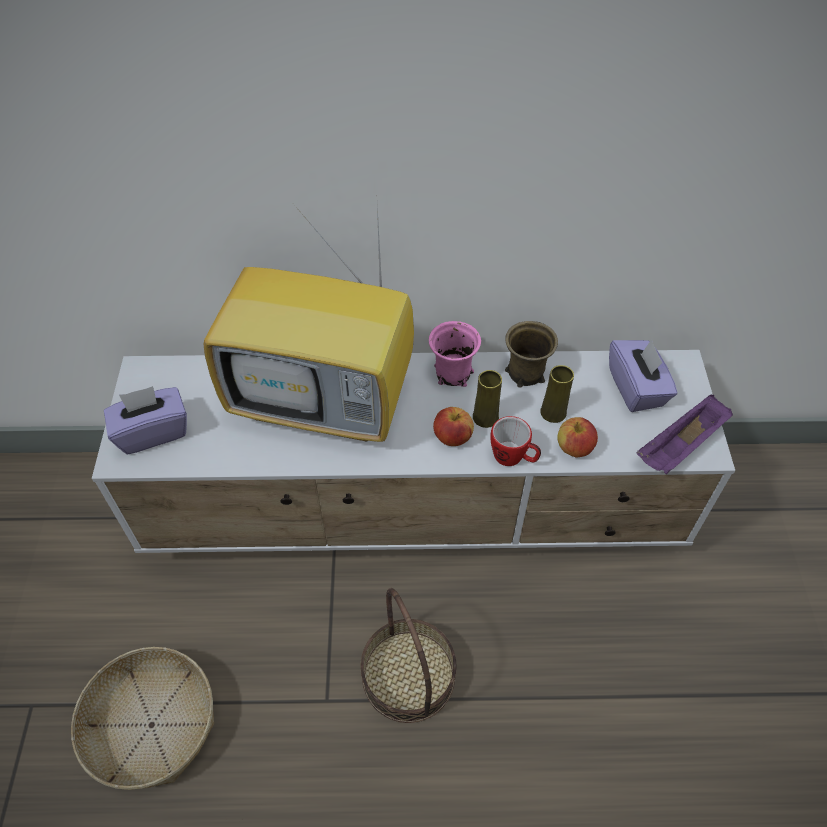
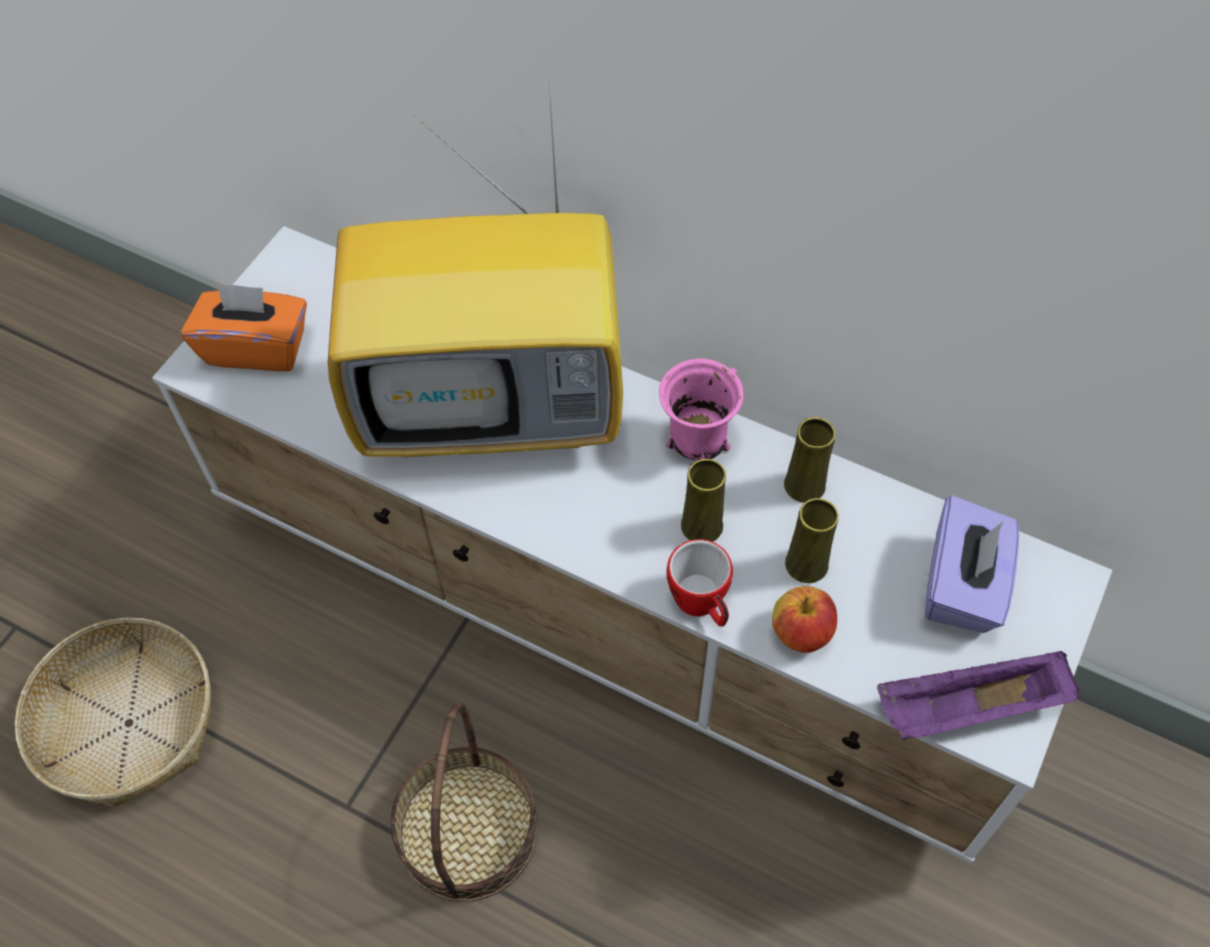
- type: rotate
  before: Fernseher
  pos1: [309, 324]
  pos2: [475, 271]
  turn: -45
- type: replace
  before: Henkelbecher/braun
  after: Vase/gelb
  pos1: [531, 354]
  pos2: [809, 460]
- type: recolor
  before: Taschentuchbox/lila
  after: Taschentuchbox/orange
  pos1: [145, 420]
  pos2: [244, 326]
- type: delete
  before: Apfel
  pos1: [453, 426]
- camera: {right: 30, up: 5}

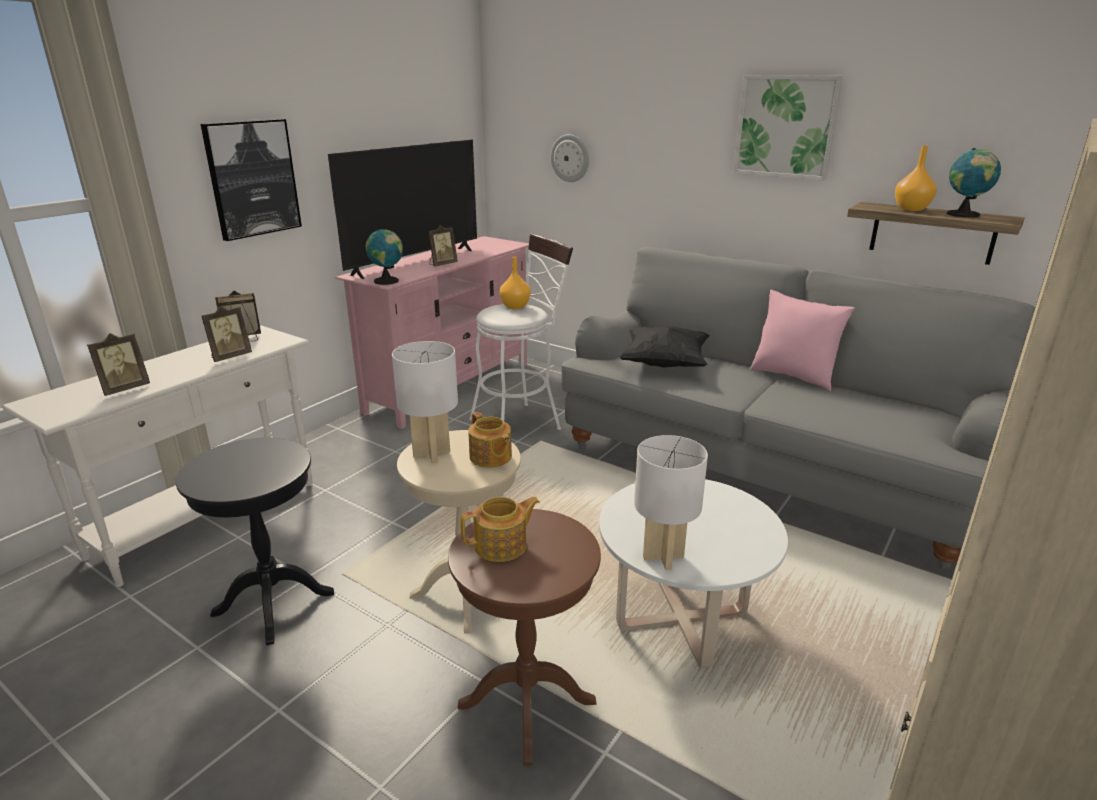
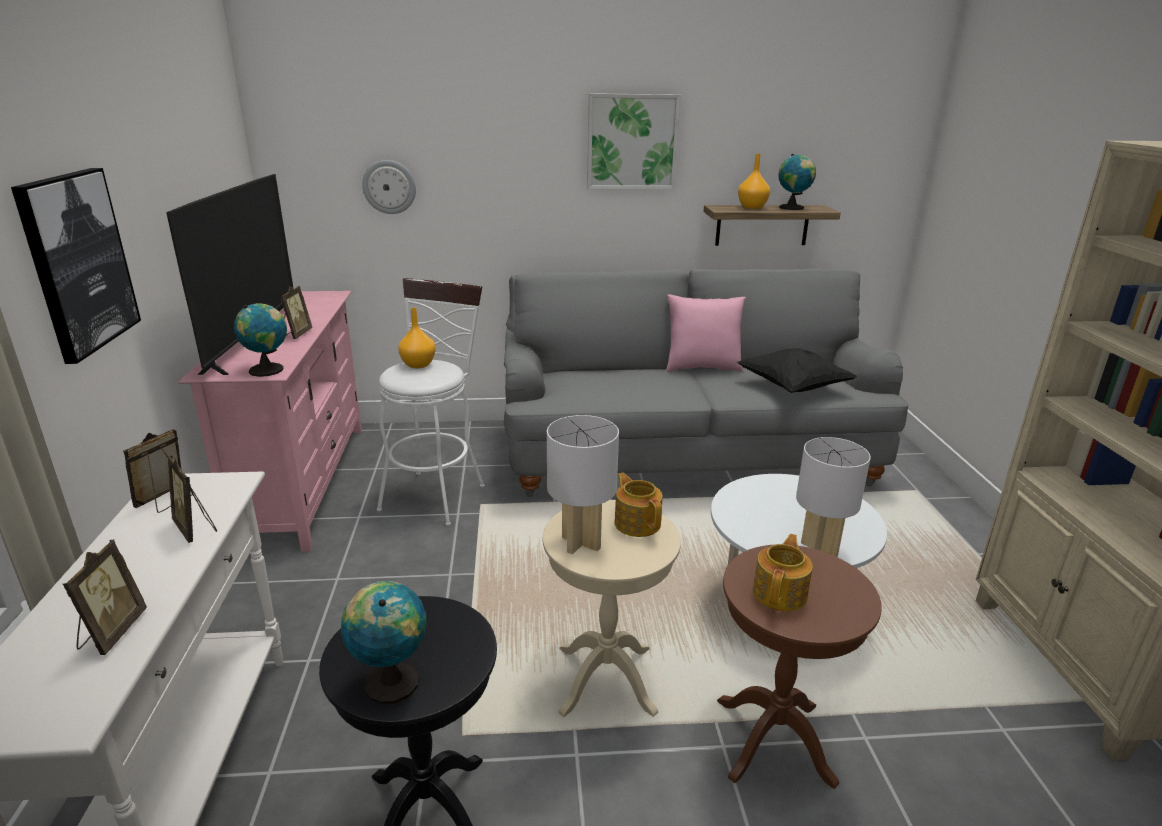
- type: rotate
  before: Bilderrahmen
  pos1: [226, 334]
  pos2: [192, 499]
  turn: 135
- type: move
  before: Kissen/schwarz
  pos1: [664, 346]
  pos2: [797, 370]
- type: rotate
  before: Teekanne
  pos1: [490, 440]
  pos2: [639, 505]
  turn: -135
- type: insert
  after: Globus
  pos2: [383, 642]
- camera: {right: -40, up: 0}

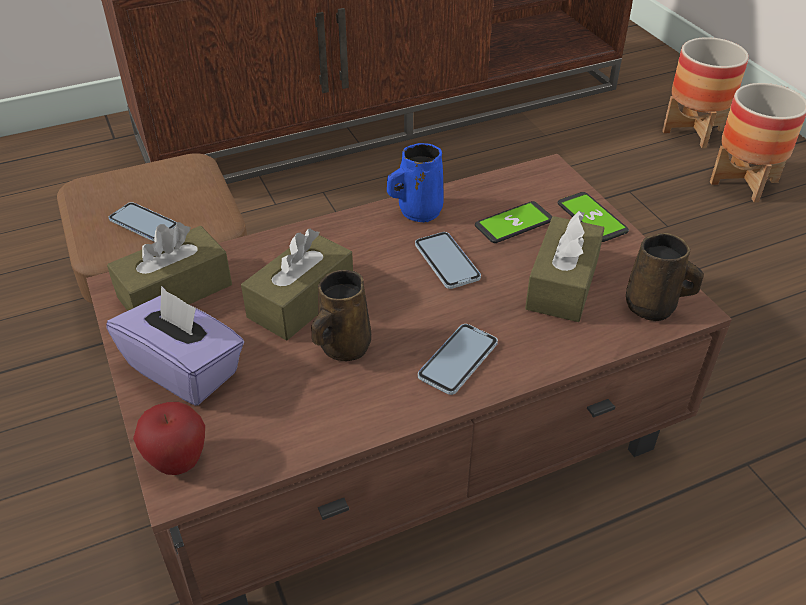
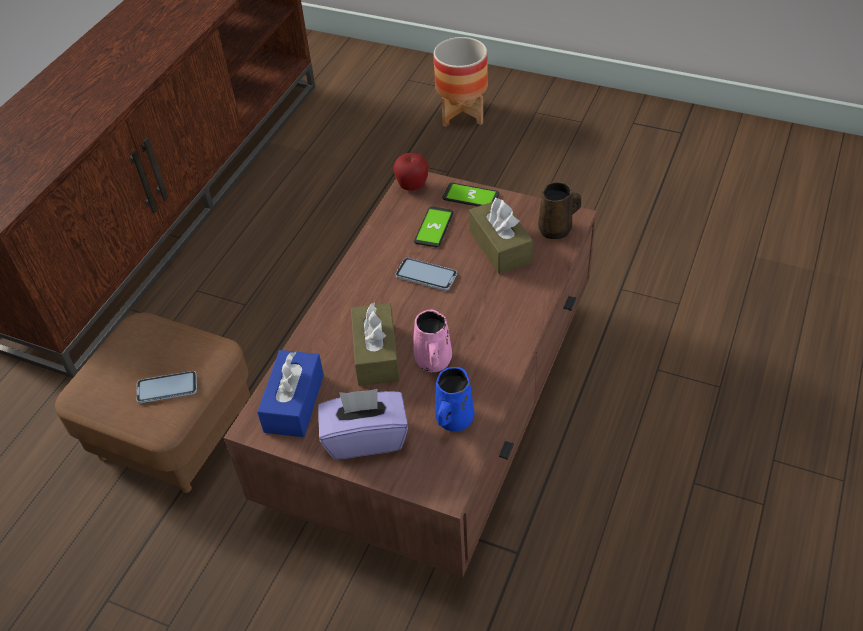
- type: delete
  before: Pflanzkübel
  pos1: [705, 92]
- type: move
  before: Henkelbecher/blau
  pos1: [415, 182]
  pos2: [454, 399]
- type: recolor
  before: Taschentuchbox/braun
  after: Taschentuchbox/blau
  pos1: [169, 266]
  pos2: [290, 393]
- type: recolor
  before: Henkelbecher/braun
  after: Henkelbecher/rosa
  pos1: [341, 315]
  pos2: [432, 341]
- type: delete
  before: Handy
  pos1: [458, 359]
- type: move
  before: Apfel
  pos1: [169, 438]
  pos2: [411, 172]
- camera: {right: -40, up: 5}

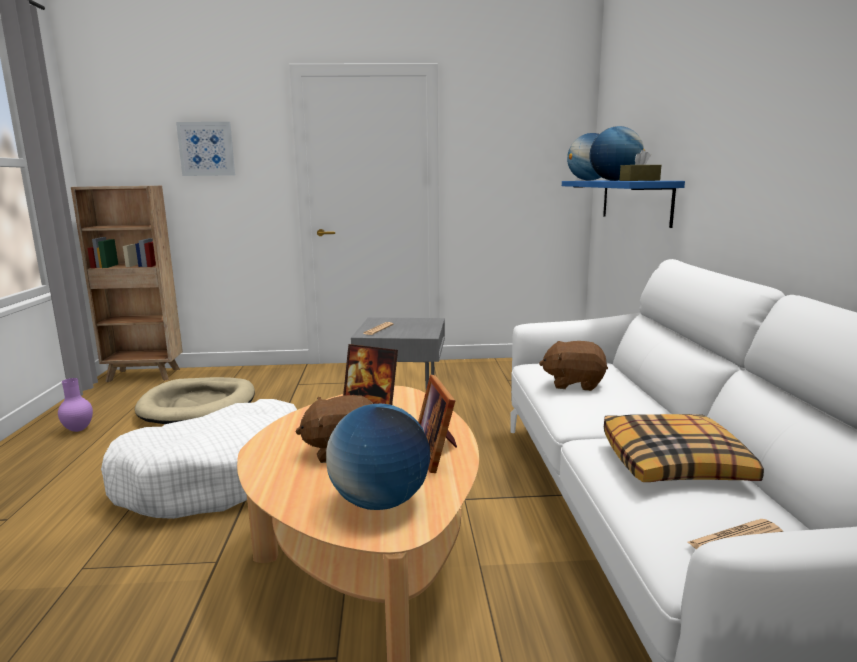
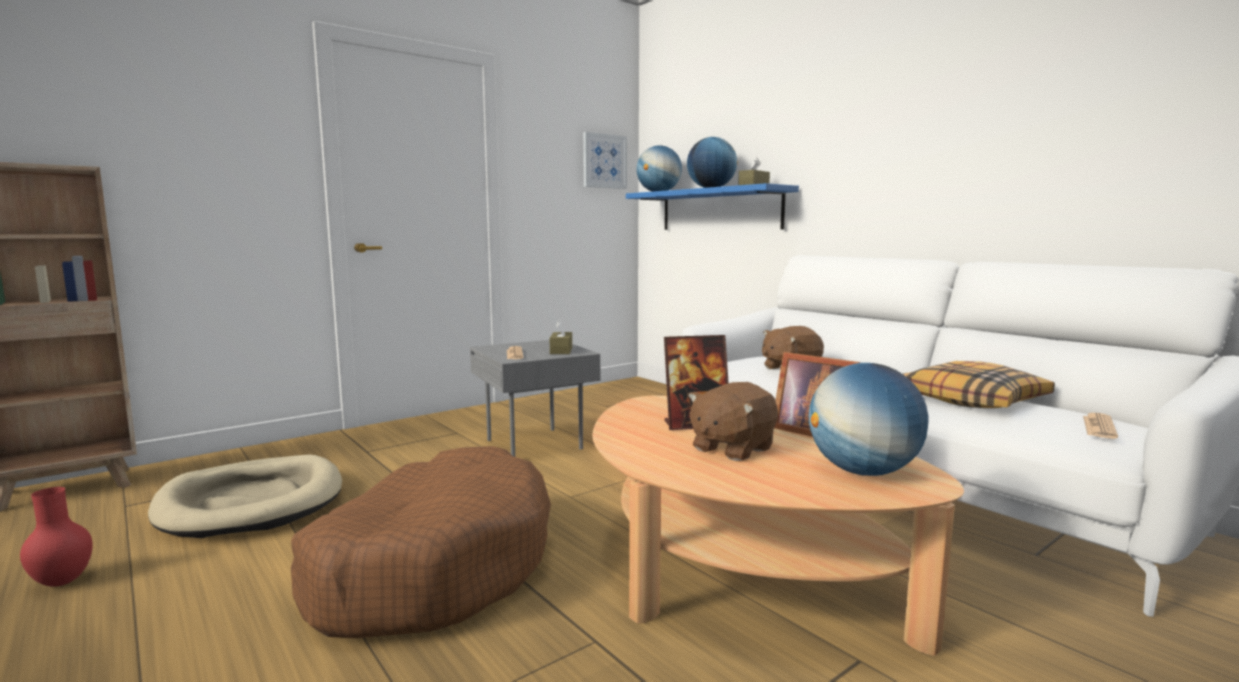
- type: move
  before: Bild
  pos1: [205, 149]
  pos2: [605, 160]
- type: recolor
  before: Vase/lila
  after: Vase/rot
  pos1: [75, 405]
  pos2: [56, 537]
- type: recolor
  before: Hundebett/weiß
  after: Hundebett/braun
  pos1: [199, 459]
  pos2: [421, 542]
- type: insert
  after: Taschentuchbox/braun
  pos2: [561, 336]
- camera: {right: -35, up: -5}

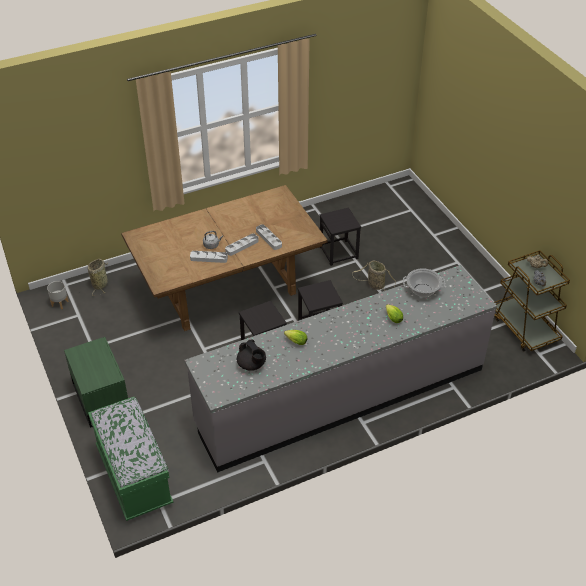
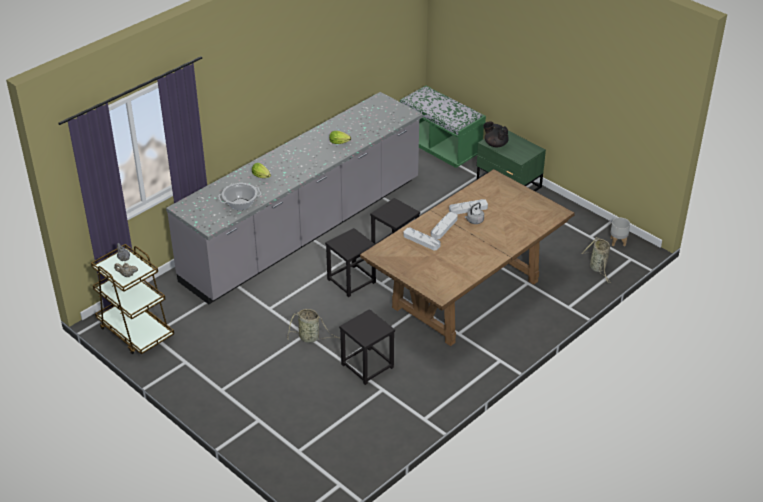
- type: move
  before: Teekanne/schwarz
  pos1: [251, 355]
  pos2: [496, 135]
- camera: {right: 160, up: -5}

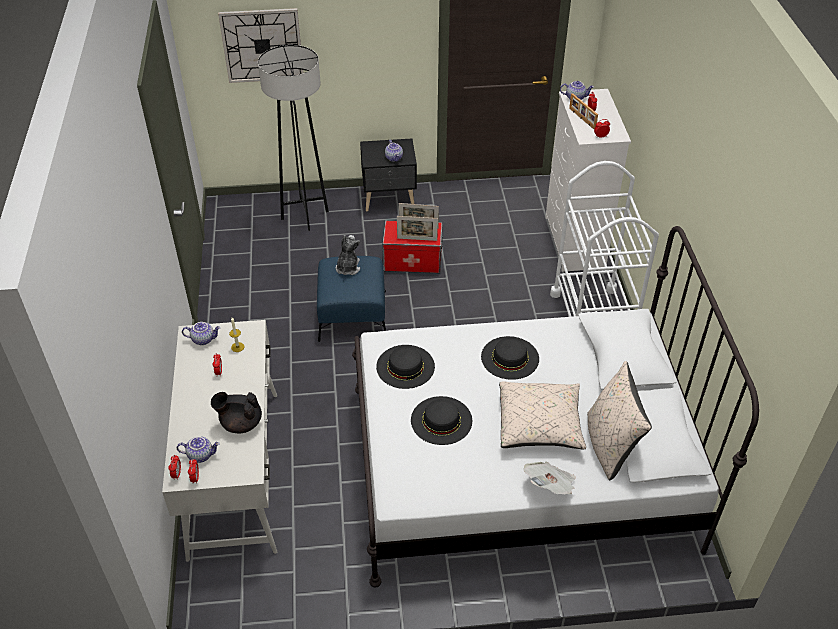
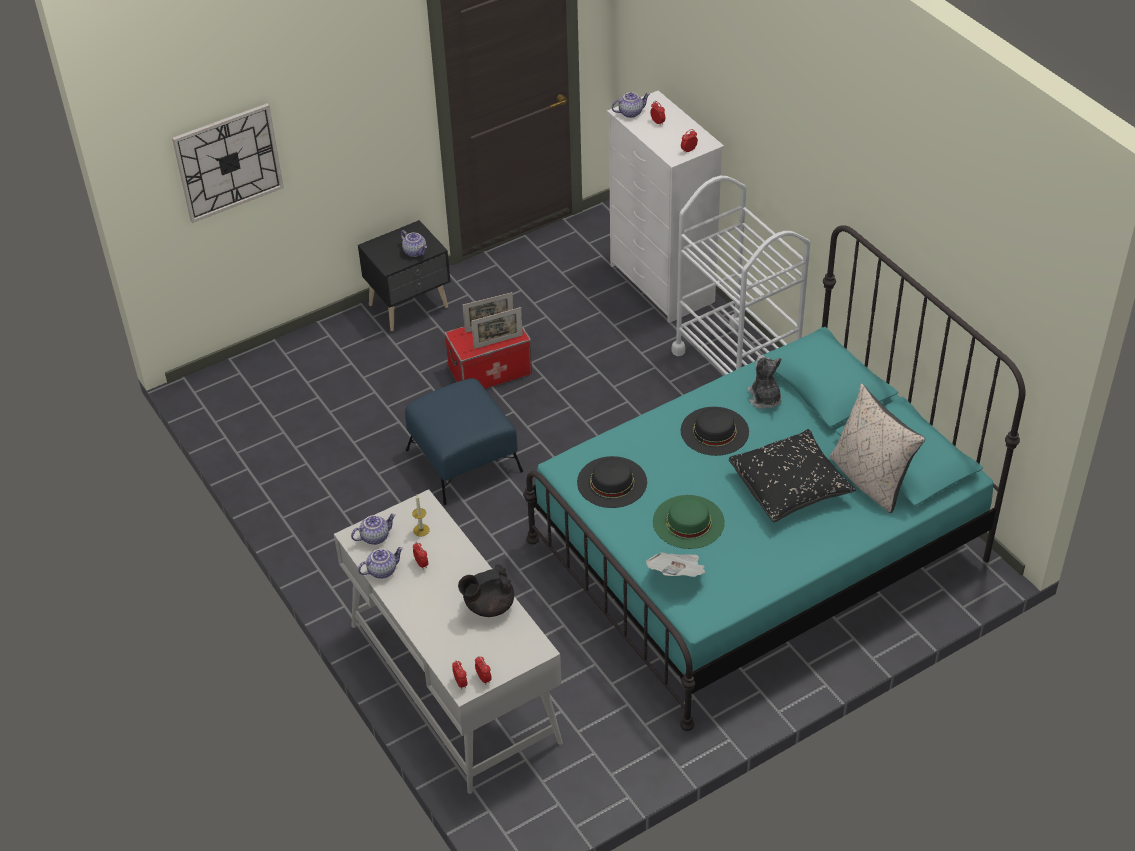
- type: delete
  before: Stehlampe/grau
  pos1: [293, 138]
- type: delete
  before: Bilderrahmen
  pos1: [583, 111]
- type: recolor
  before: Bett/weiß
  after: Bett/türkis
  pos1: [555, 407]
  pos2: [774, 478]
- type: move
  before: Plüschtier
  pos1: [348, 255]
  pos2: [764, 382]
- type: recolor
  before: Kissen/beige
  after: Kissen/schwarz
  pos1: [542, 415]
  pos2: [792, 475]
- type: recolor
  before: Hut/schwarz
  after: Hut/grün
  pos1: [441, 420]
  pos2: [689, 522]
- type: move
  before: Teekanne
  pos1: [198, 449]
  pos2: [380, 563]
- type: move
  before: Zeitung
  pos1: [550, 478]
  pos2: [676, 564]
- camera: {right: -25, up: 0}

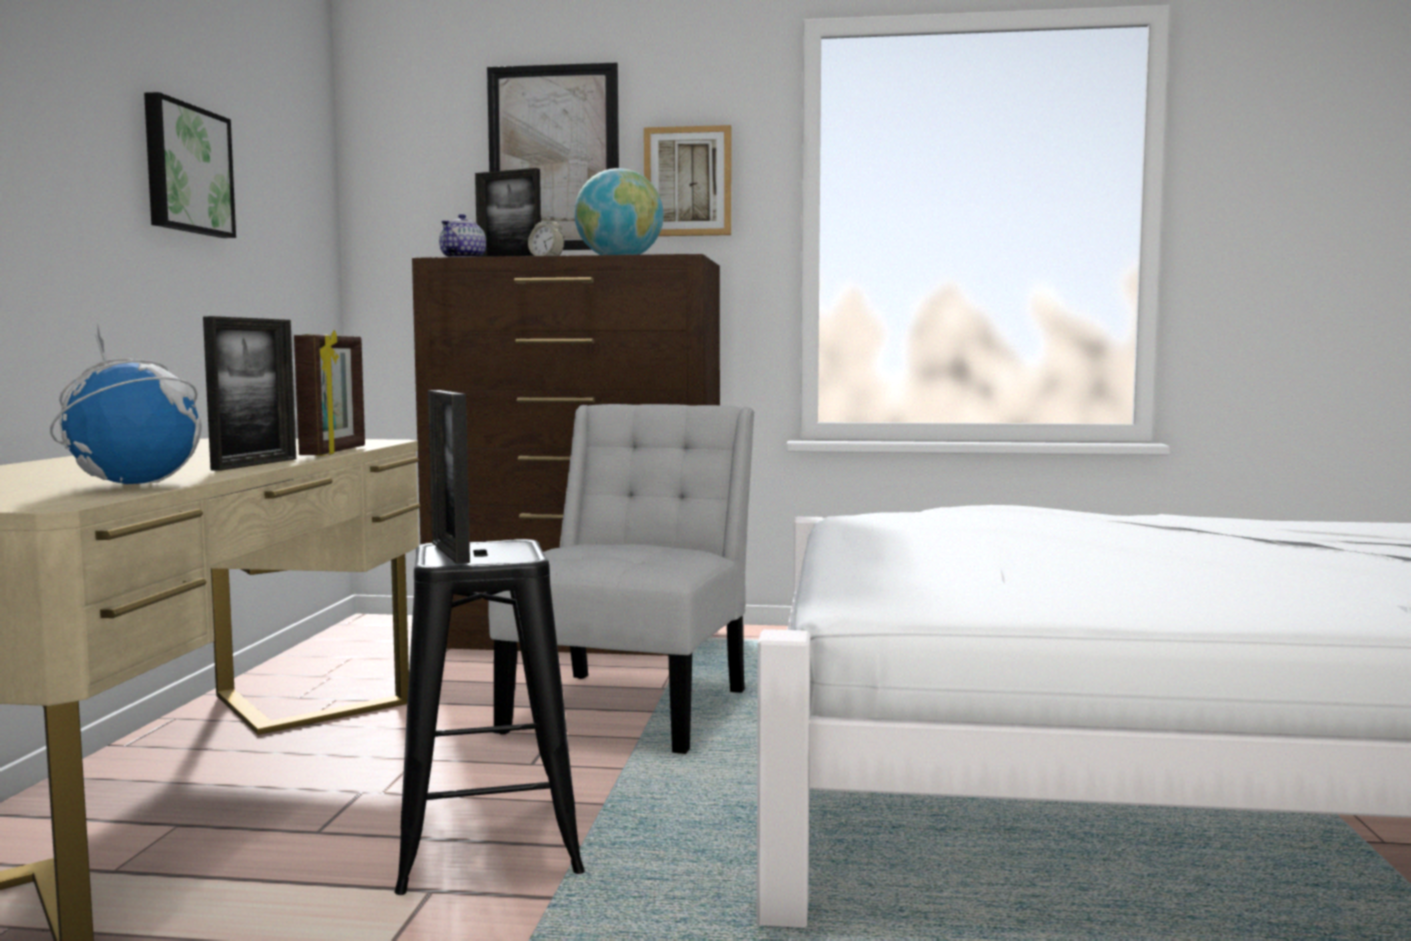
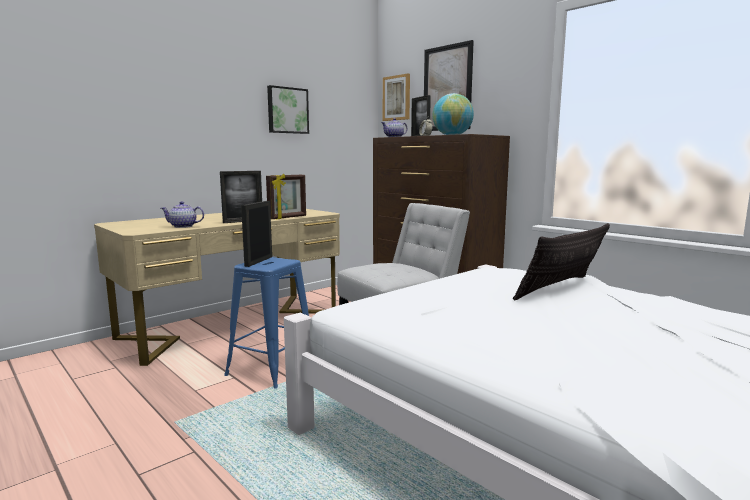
- type: move
  before: Bild
  pos1: [687, 180]
  pos2: [396, 97]
- type: replace
  before: Globus
  after: Teekanne
  pos1: [126, 405]
  pos2: [182, 214]
- type: recolor
  before: Hocker/schwarz
  after: Hocker/blau
  pos1: [489, 717]
  pos2: [266, 323]
- type: insert
  after: Kissen
  pos2: [561, 261]
- camera: {right: 40, up: 5}

